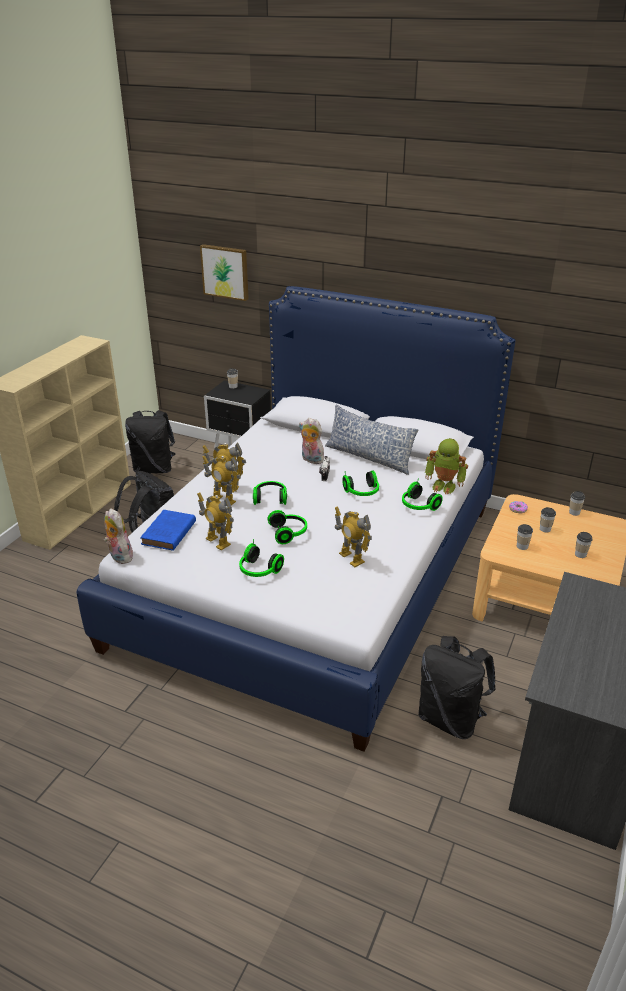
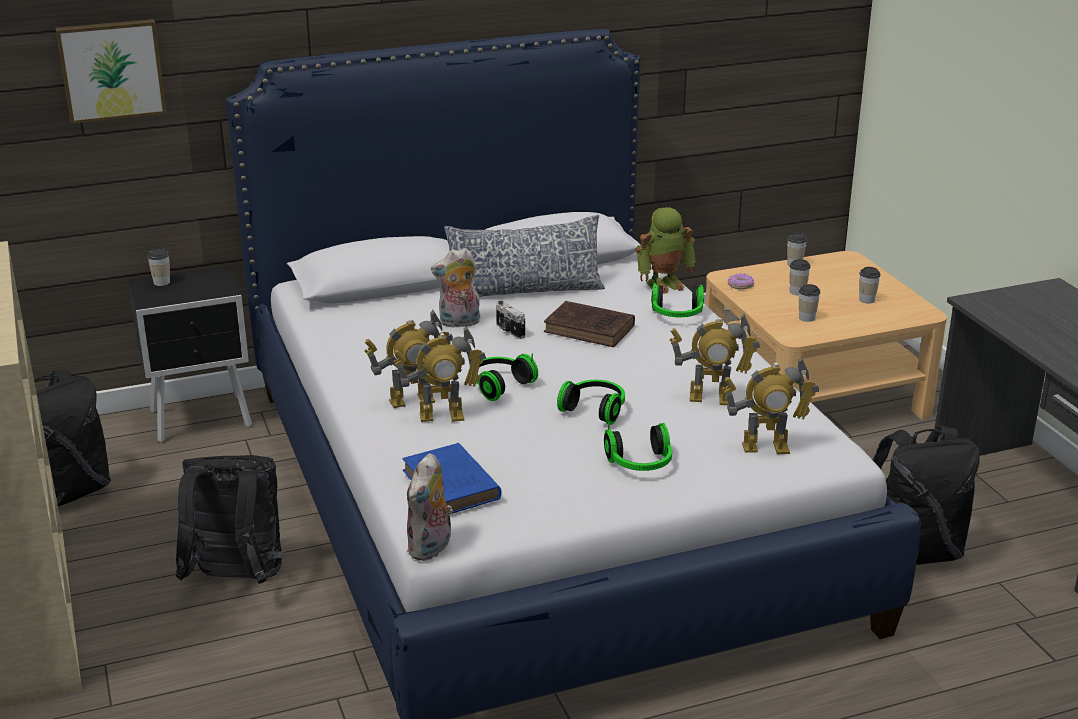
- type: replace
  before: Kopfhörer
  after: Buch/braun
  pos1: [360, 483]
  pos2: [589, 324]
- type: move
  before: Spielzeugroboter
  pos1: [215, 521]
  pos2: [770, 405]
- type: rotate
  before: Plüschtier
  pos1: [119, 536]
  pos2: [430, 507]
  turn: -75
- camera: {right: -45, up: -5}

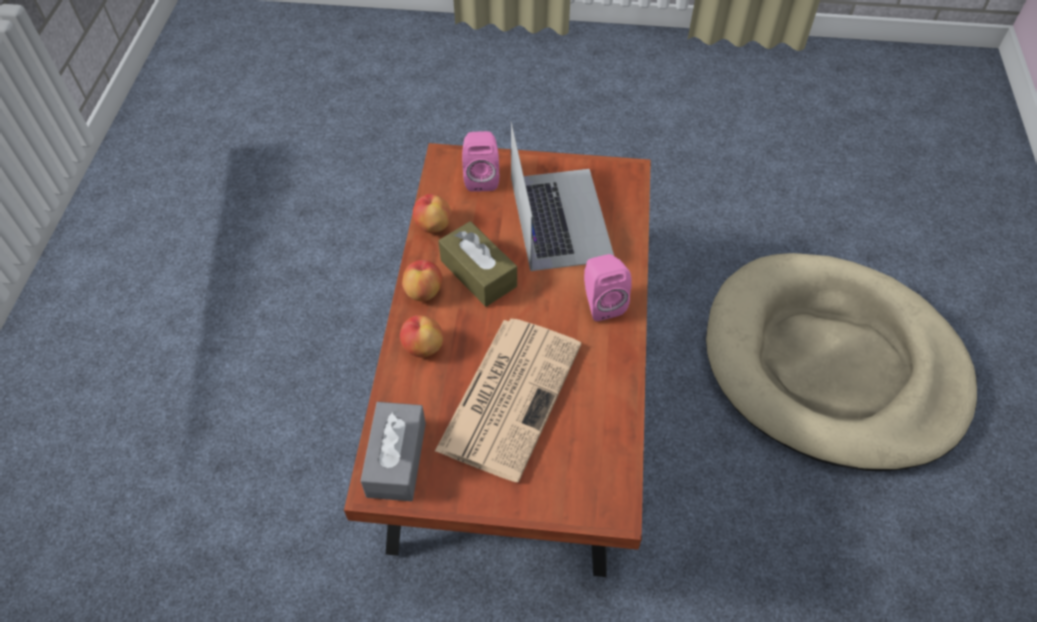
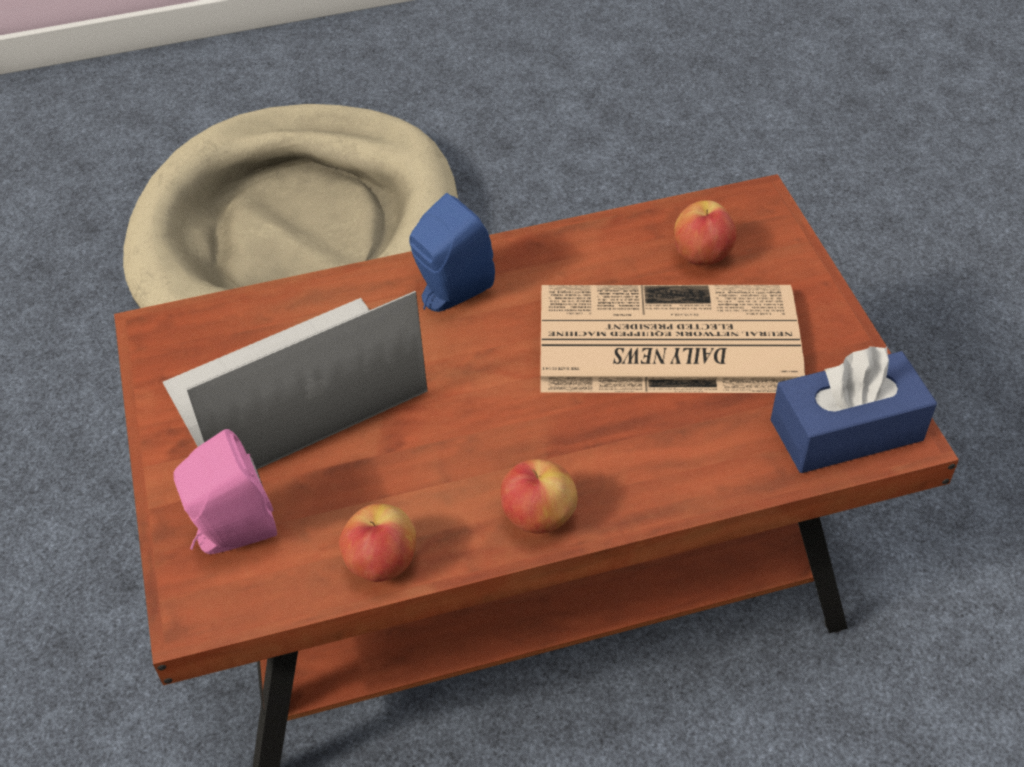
- type: delete
  before: Taschentuchbox/braun
  pos1: [478, 264]
- type: recolor
  before: Lautsprecher/rosa
  after: Lautsprecher/blau
  pos1: [608, 287]
  pos2: [452, 252]
- type: move
  before: Apfel
  pos1: [421, 336]
  pos2: [705, 232]
- type: recolor
  before: Taschentuchbox/grau
  after: Taschentuchbox/blau
  pos1: [393, 451]
  pos2: [854, 410]
- camera: {right: -110, up: -5}

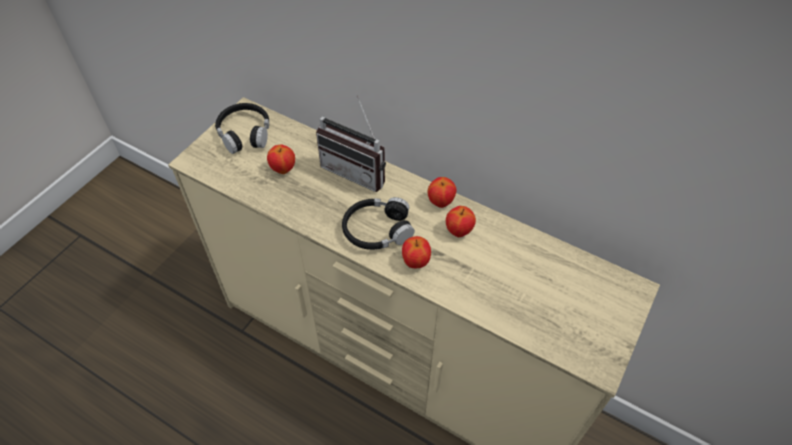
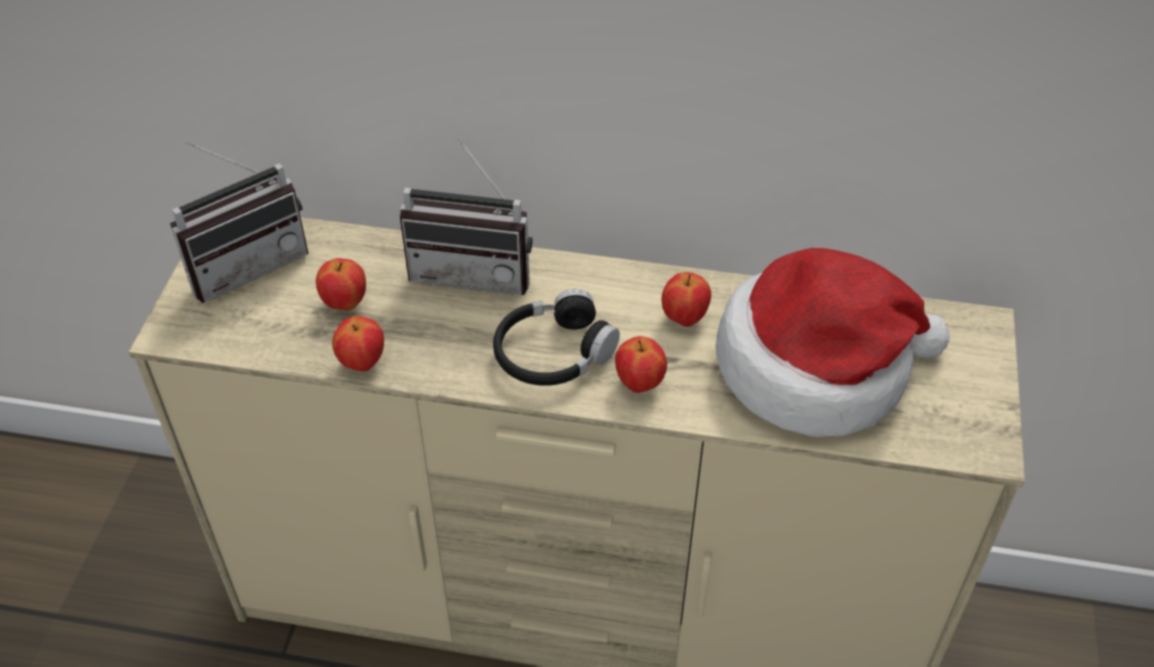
- type: replace
  before: Kopfhörer/schwarz
  after: Radio
  pos1: [242, 128]
  pos2: [239, 222]
- type: move
  before: Apfel
  pos1: [442, 192]
  pos2: [358, 343]
- type: insert
  after: Hut
  pos2: [833, 342]
- camera: {right: -20, up: -5}

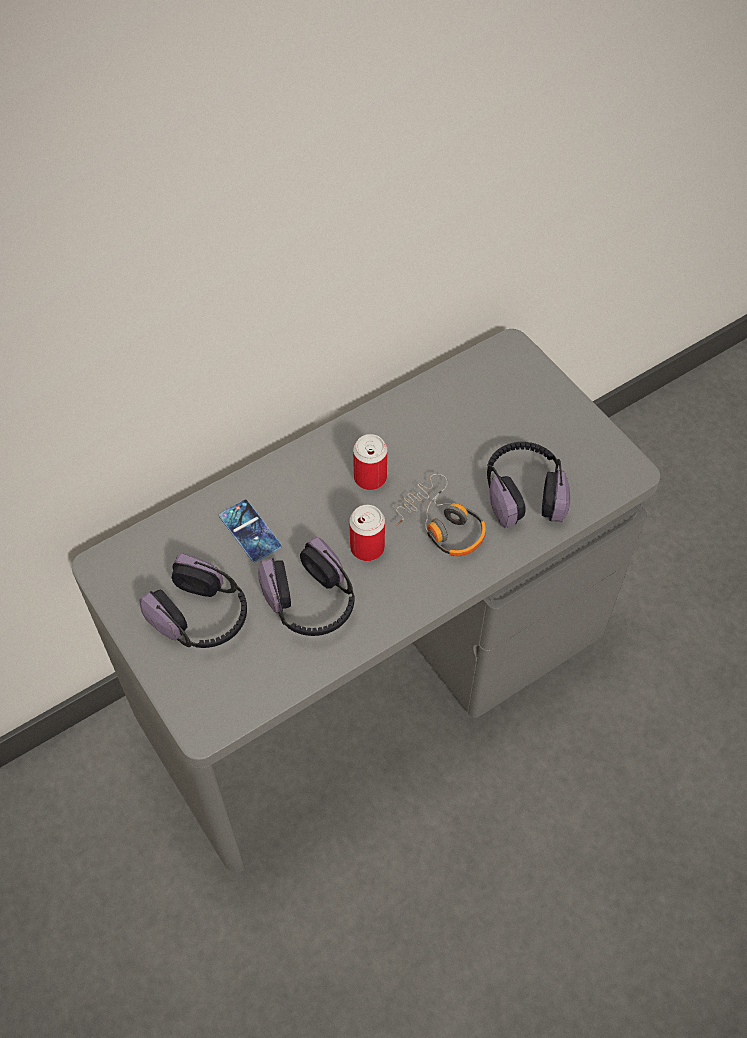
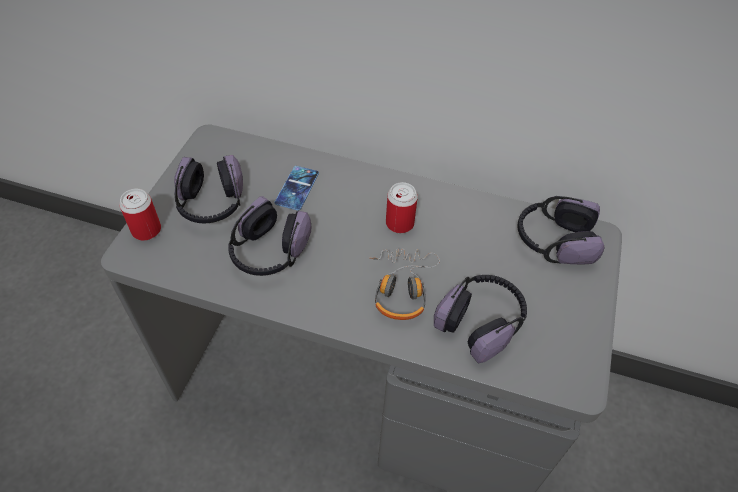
- type: move
  before: Dose
  pos1: [367, 533]
  pos2: [140, 215]
- type: insert
  after: Kopfhörer
  pos2: [561, 230]
- camera: {right: 50, up: -5}

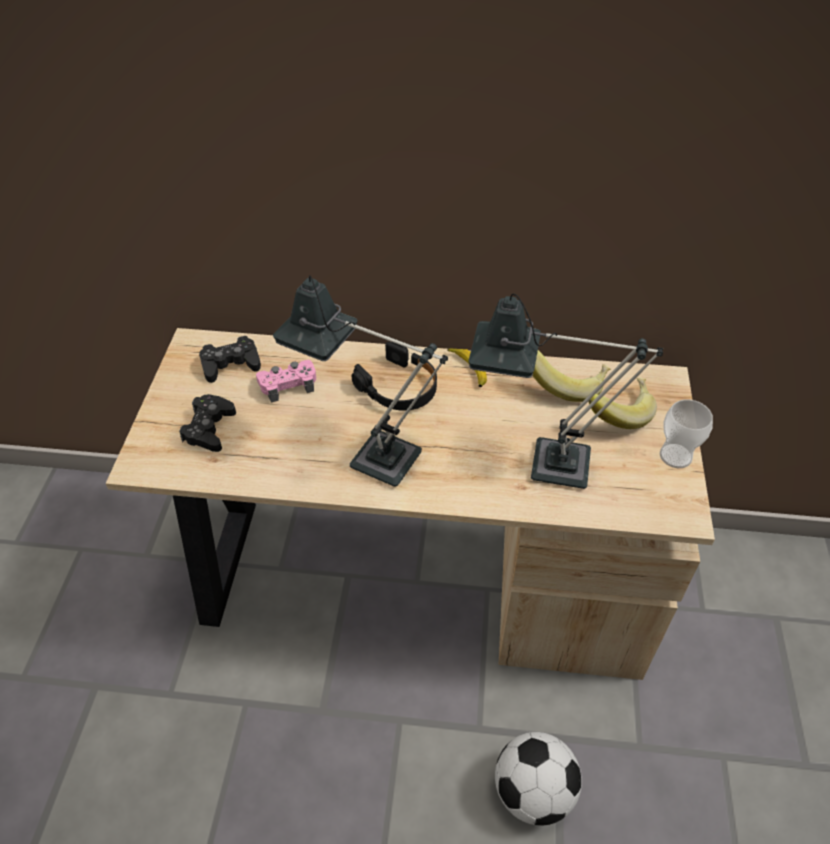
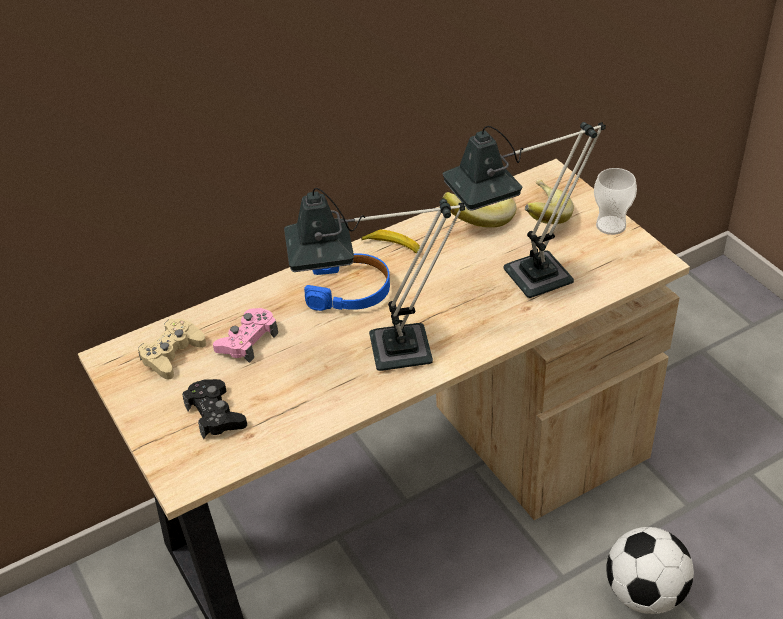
- type: recolor
  before: Gamepad/schwarz
  after: Gamepad/beige
  pos1: [230, 359]
  pos2: [172, 349]
- type: recolor
  before: Kopfhörer/schwarz
  after: Kopfhörer/blau
  pos1: [394, 376]
  pos2: [347, 282]
- camera: {right: -35, up: -5}

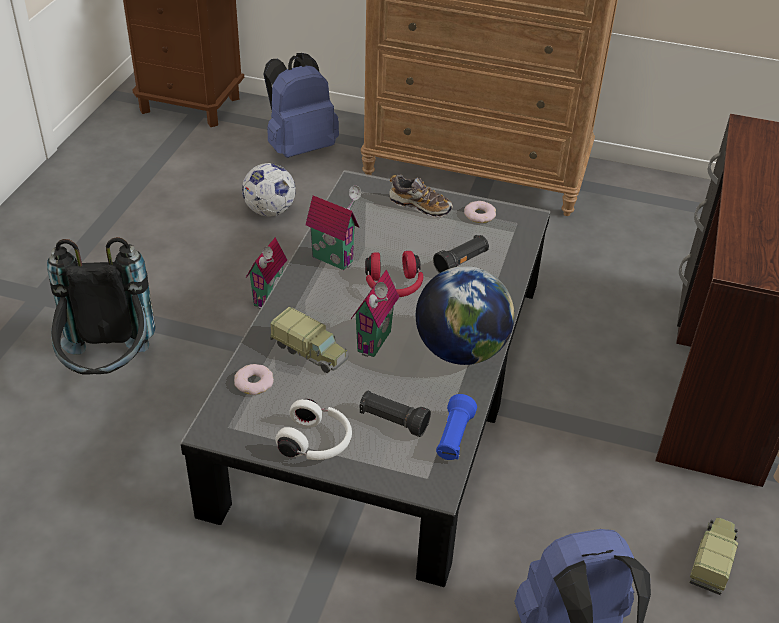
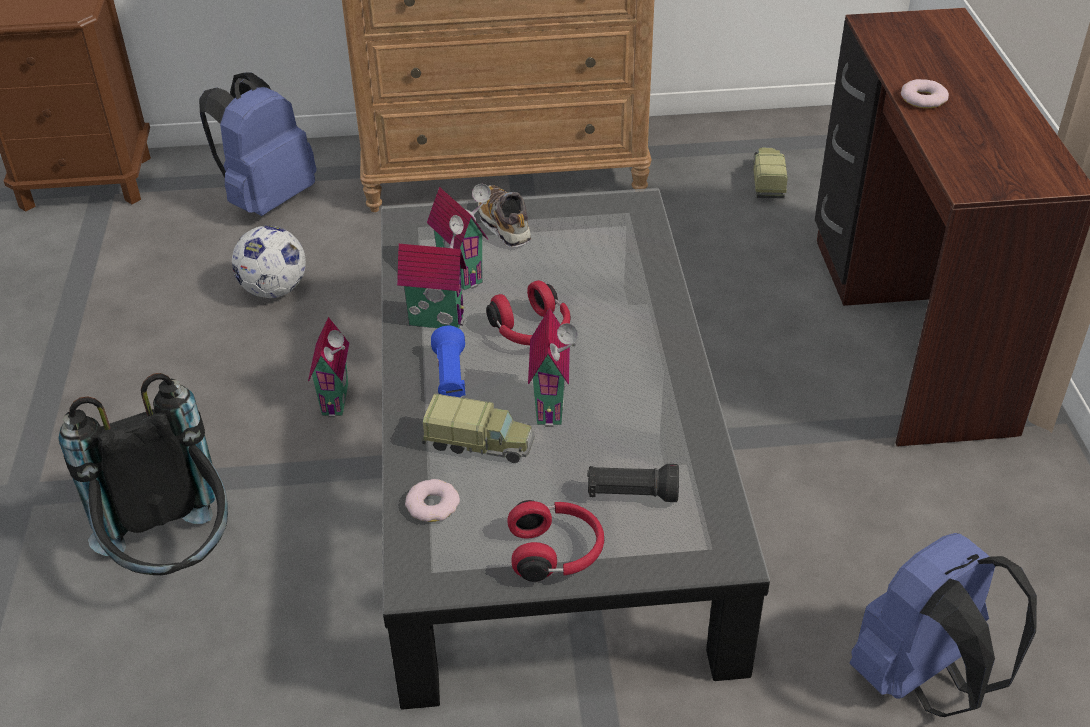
- type: rotate
  before: Schuh
  pos1: [421, 196]
  pos2: [504, 216]
  turn: -120
- type: move
  before: Donut
  pos1: [480, 212]
  pos2: [925, 93]
- type: delete
  before: Taschenlampe/schwarz
  pos1: [461, 254]
- type: delete
  before: Globus
  pos1: [465, 315]
- type: move
  before: Taschenlampe/blau
  pos1: [456, 427]
  pos2: [448, 361]
- type: recolor
  before: Kopfhörer/weiß
  after: Kopfhörer/rot
  pos1: [313, 429]
  pos2: [555, 541]
- type: move
  before: Spielzeuglaster
  pos1: [713, 556]
  pos2: [770, 173]
- type: insert
  after: Spielzeughaus
  pos2: [459, 237]
- camera: {right: -20, up: 0}

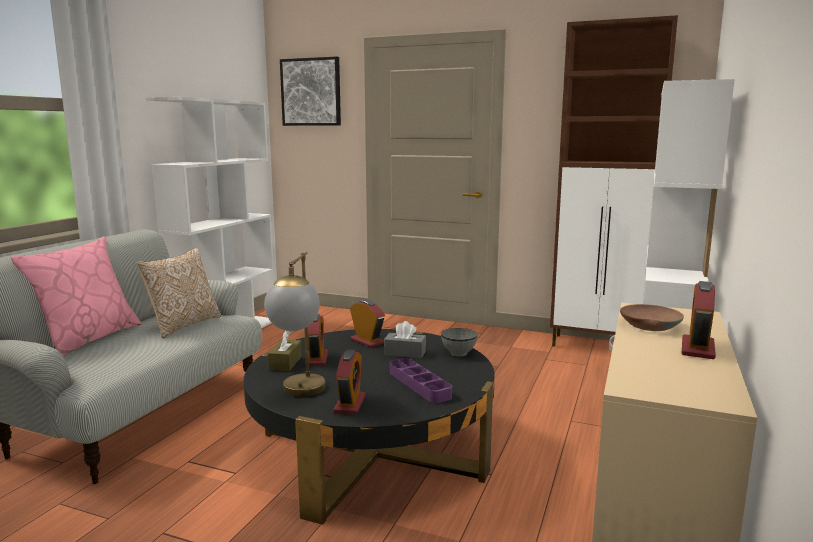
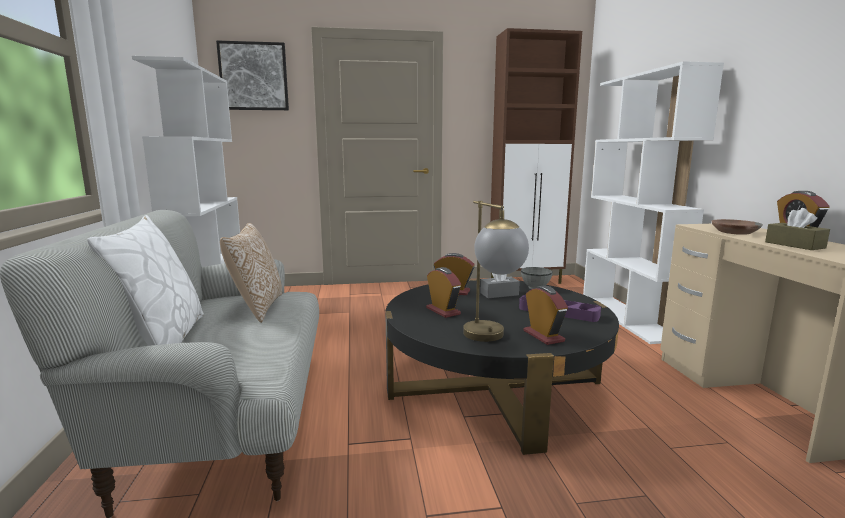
- type: recolor
  before: Kissen/rosa
  after: Kissen/weiß
  pos1: [76, 296]
  pos2: [145, 280]
- type: move
  before: Taschentuchbox/braun
  pos1: [285, 351]
  pos2: [797, 229]
- camera: {right: -30, up: 0}

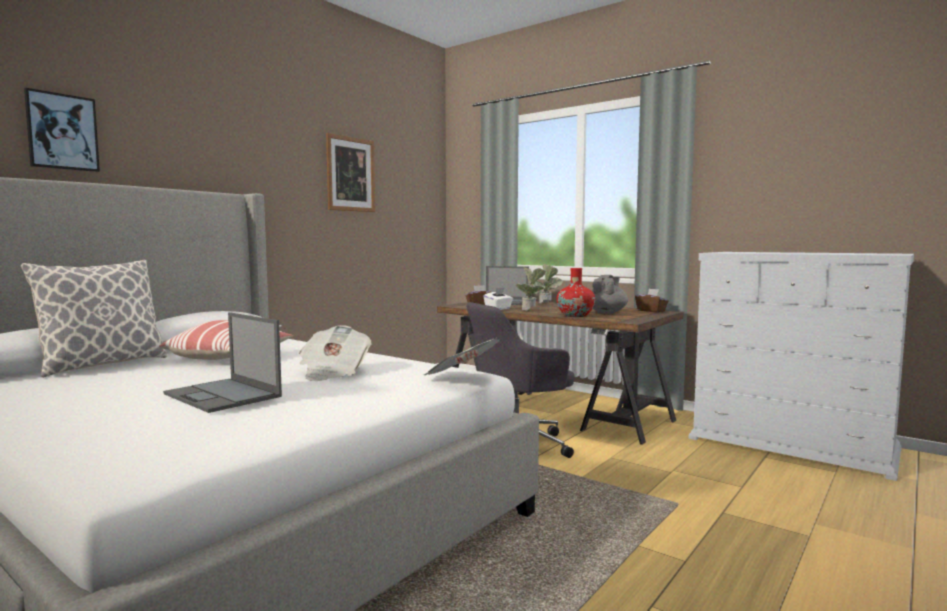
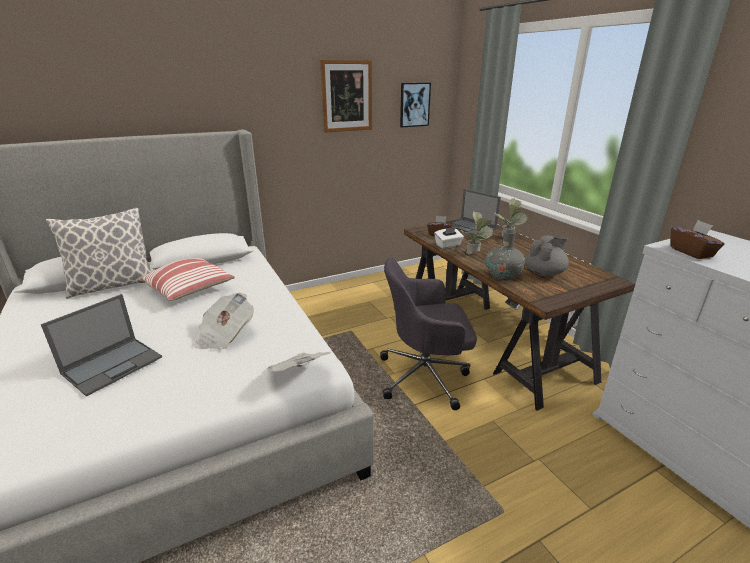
- type: move
  before: Bild
  pos1: [62, 130]
  pos2: [415, 105]
- type: recolor
  before: Vase/rot
  after: Vase/grau
  pos1: [576, 292]
  pos2: [506, 255]
- type: move
  before: Taschentuchbox/braun
  pos1: [652, 300]
  pos2: [697, 239]
- type: rotate
  before: Laptop
  pos1: [222, 362]
  pos2: [101, 345]
  turn: -120
- camera: {right: 25, up: 20}

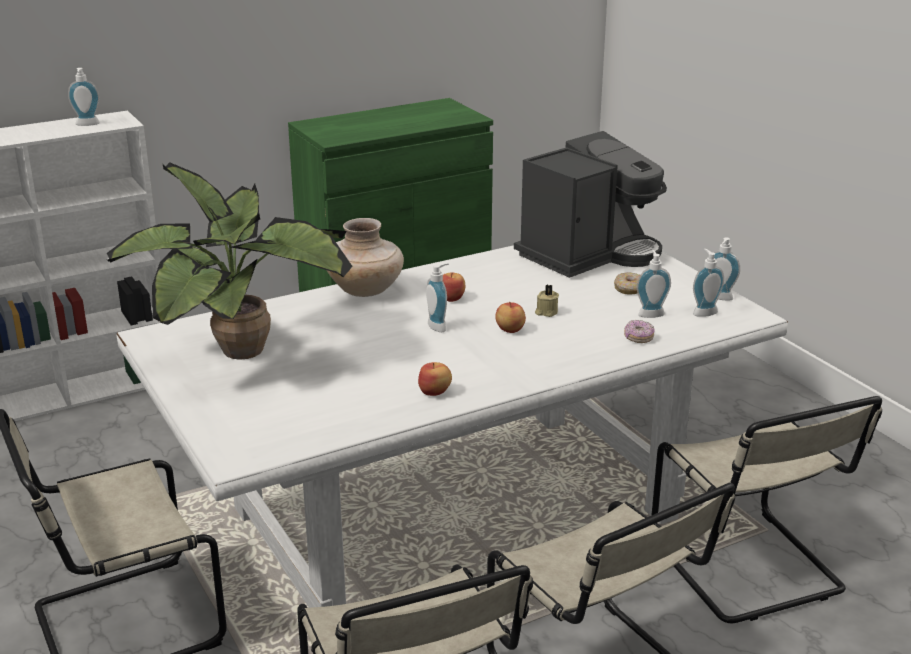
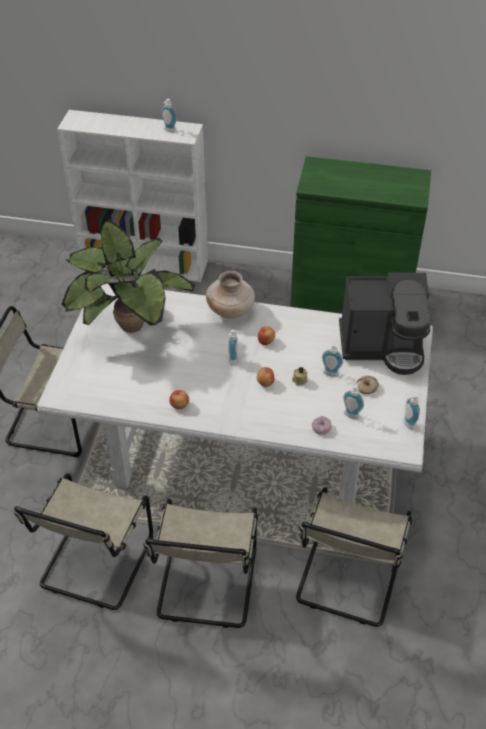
- type: move
  before: Seifenspender
  pos1: [708, 283]
  pos2: [332, 358]
- camera: {right: 40, up: 20}

